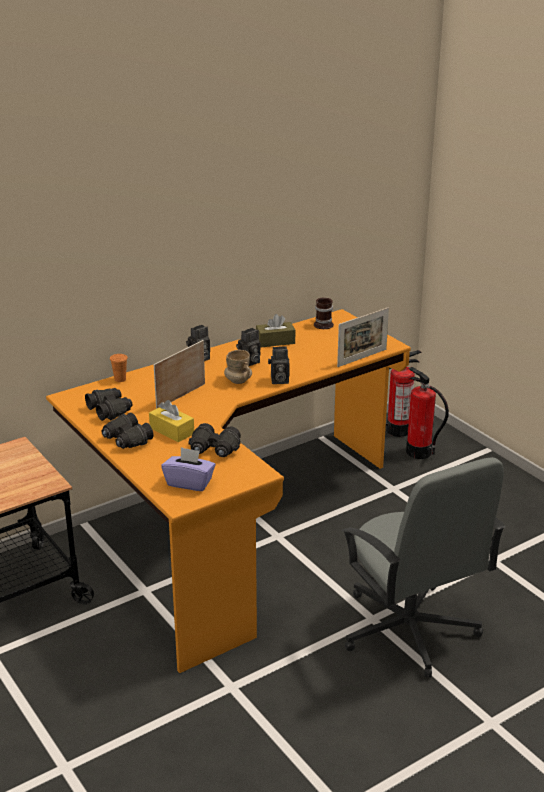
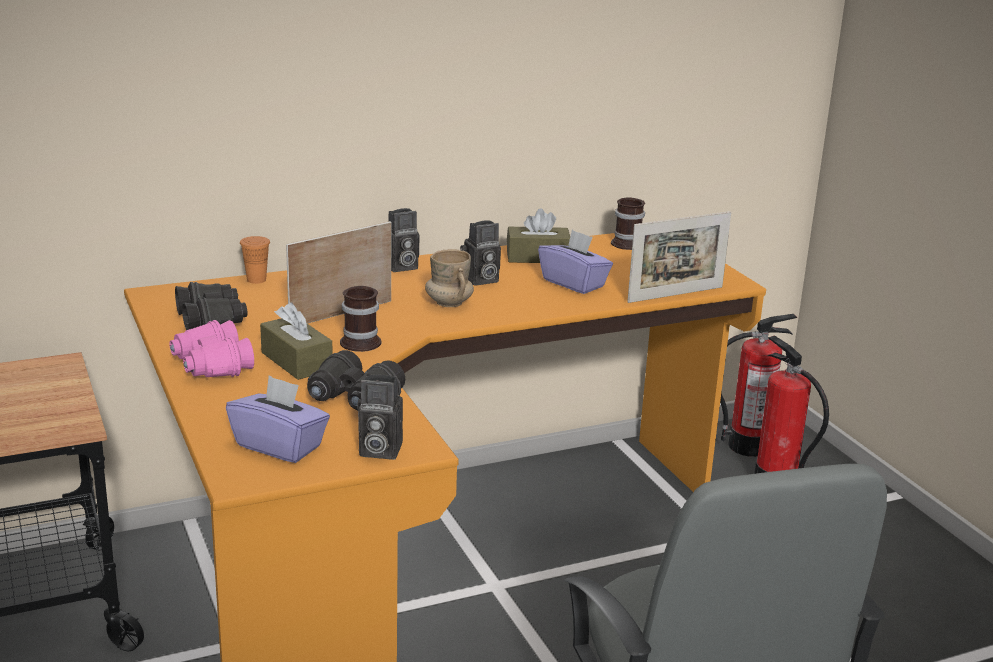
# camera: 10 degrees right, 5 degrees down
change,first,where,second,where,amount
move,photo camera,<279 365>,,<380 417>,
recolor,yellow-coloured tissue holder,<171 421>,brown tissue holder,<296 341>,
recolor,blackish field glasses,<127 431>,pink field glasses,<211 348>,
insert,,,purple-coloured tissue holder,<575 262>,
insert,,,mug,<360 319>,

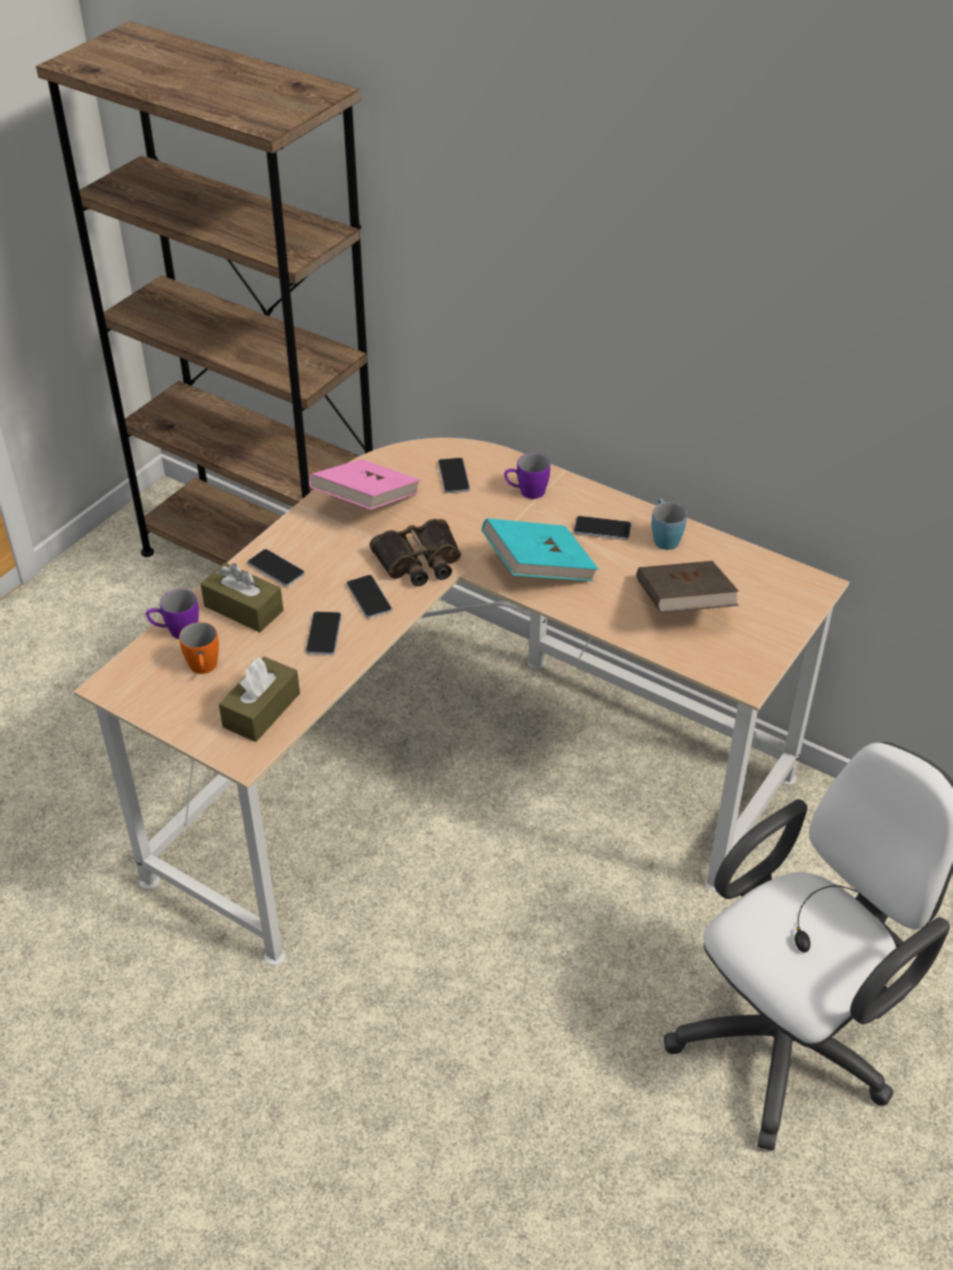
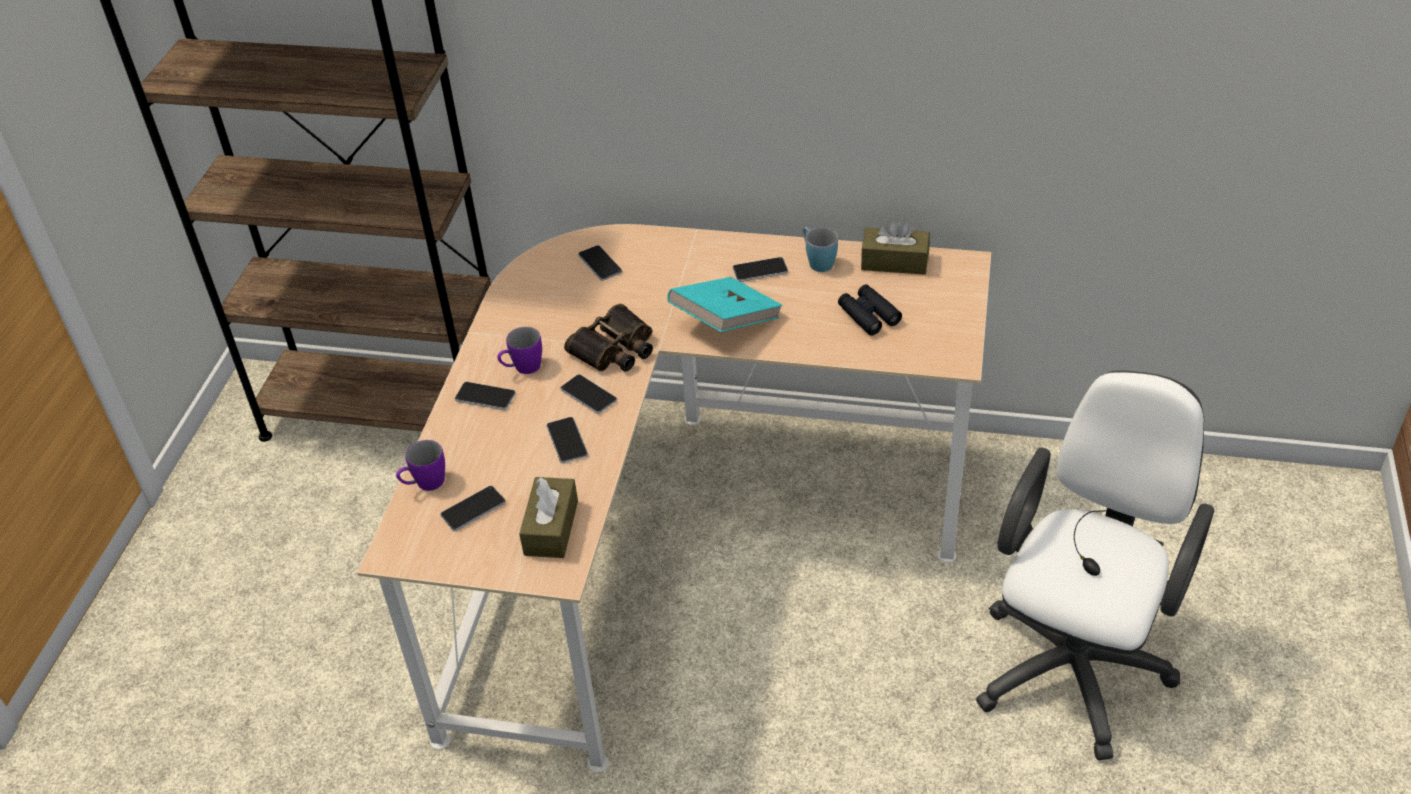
# camera: 20 degrees left, 0 degrees up
change,first,where,second,where,amount
move,purple-coloured mug,<527 476>,,<519 350>,
delete,pink volume,<364 484>,,,
replace,brown volume,<687 587>,blackish field glasses,<870 310>,
move,brown tissue holder,<242 597>,,<895 247>,
replace,orange mug,<199 648>,telephone,<473 508>,

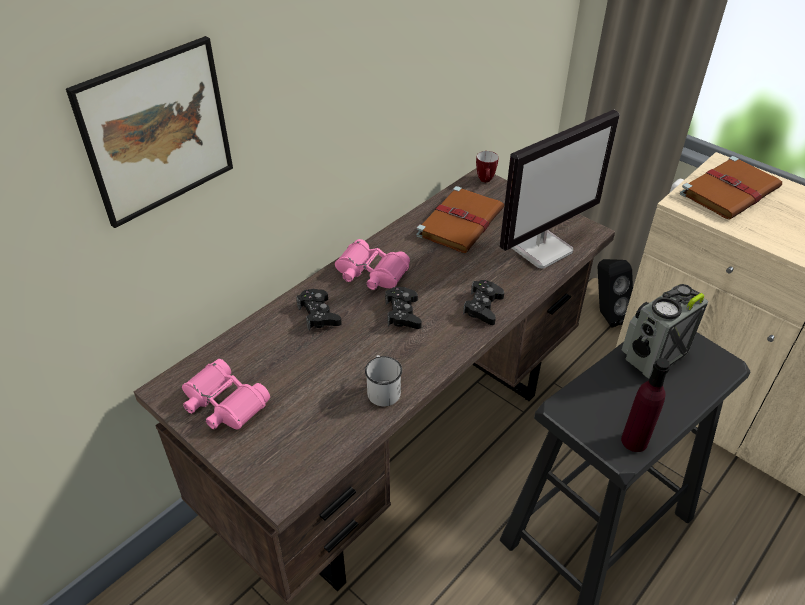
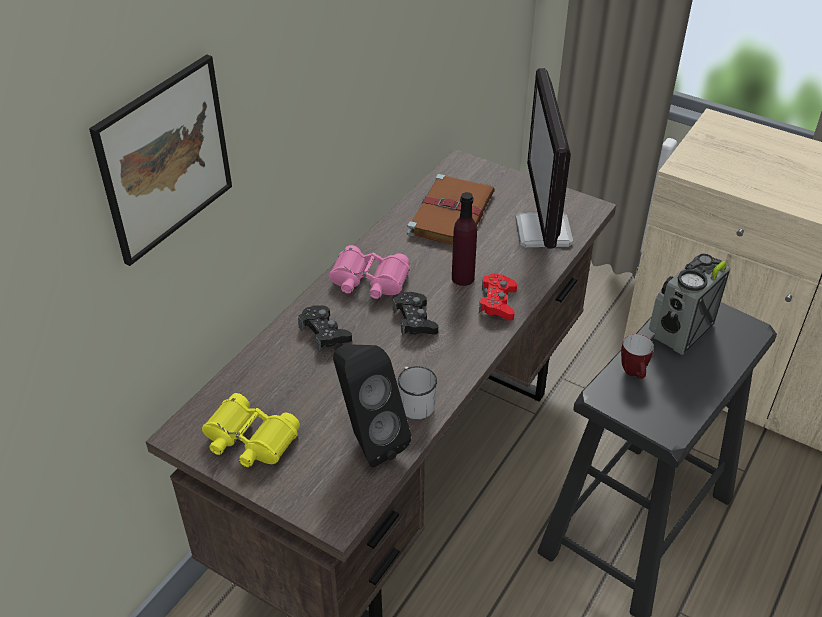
# camera: 10 degrees left, 0 degrees up
change,first,where,second,where,amount
rotate,monitor,<560 189>,,<544 158>,135 degrees clockwise
move,mug,<487 166>,,<637 356>,
delete,brown volume,<731 188>,,,
move,blackish audio speaker,<615 293>,,<372 405>,
recolor,blackish joypad,<483 302>,reddish joypad,<498 297>,
move,purple-coloured drink bottle,<645 405>,,<464 239>,
recolor,pink field glasses,<226 394>,yellow-coloured field glasses,<251 430>,

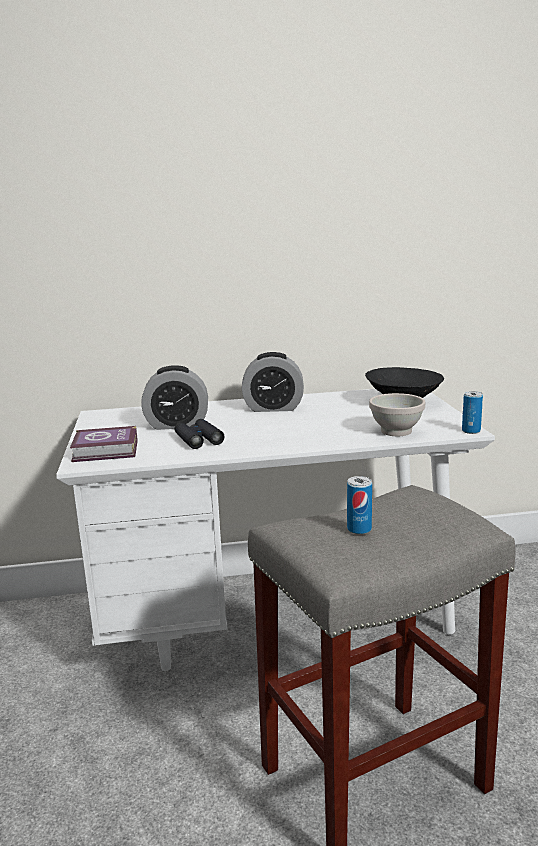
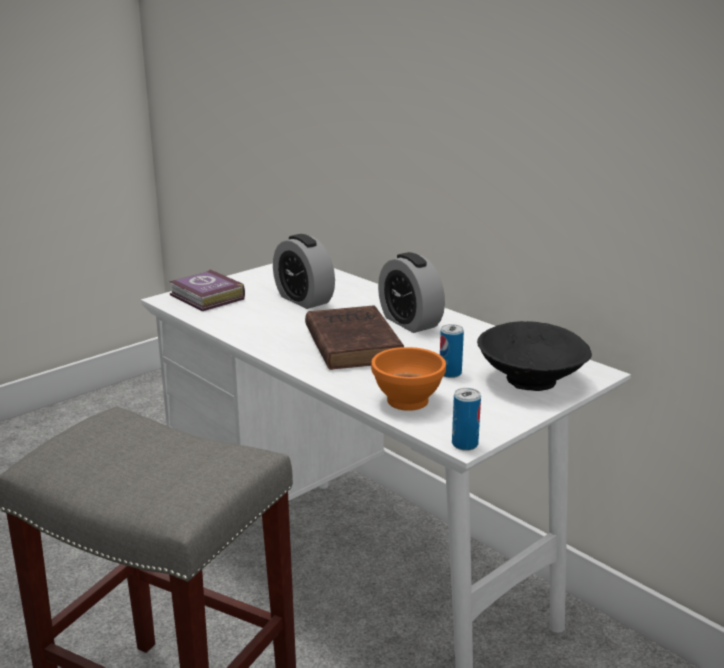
# camera: 55 degrees right, 5 degrees up
change,first,where,second,where,amount
recolor,white serving bowl,<397 414>,orange serving bowl,<408 379>,
delete,blackish field glasses,<199 434>,,,
move,can,<359 505>,,<452 351>,
insert,,,brown volume,<354 338>,

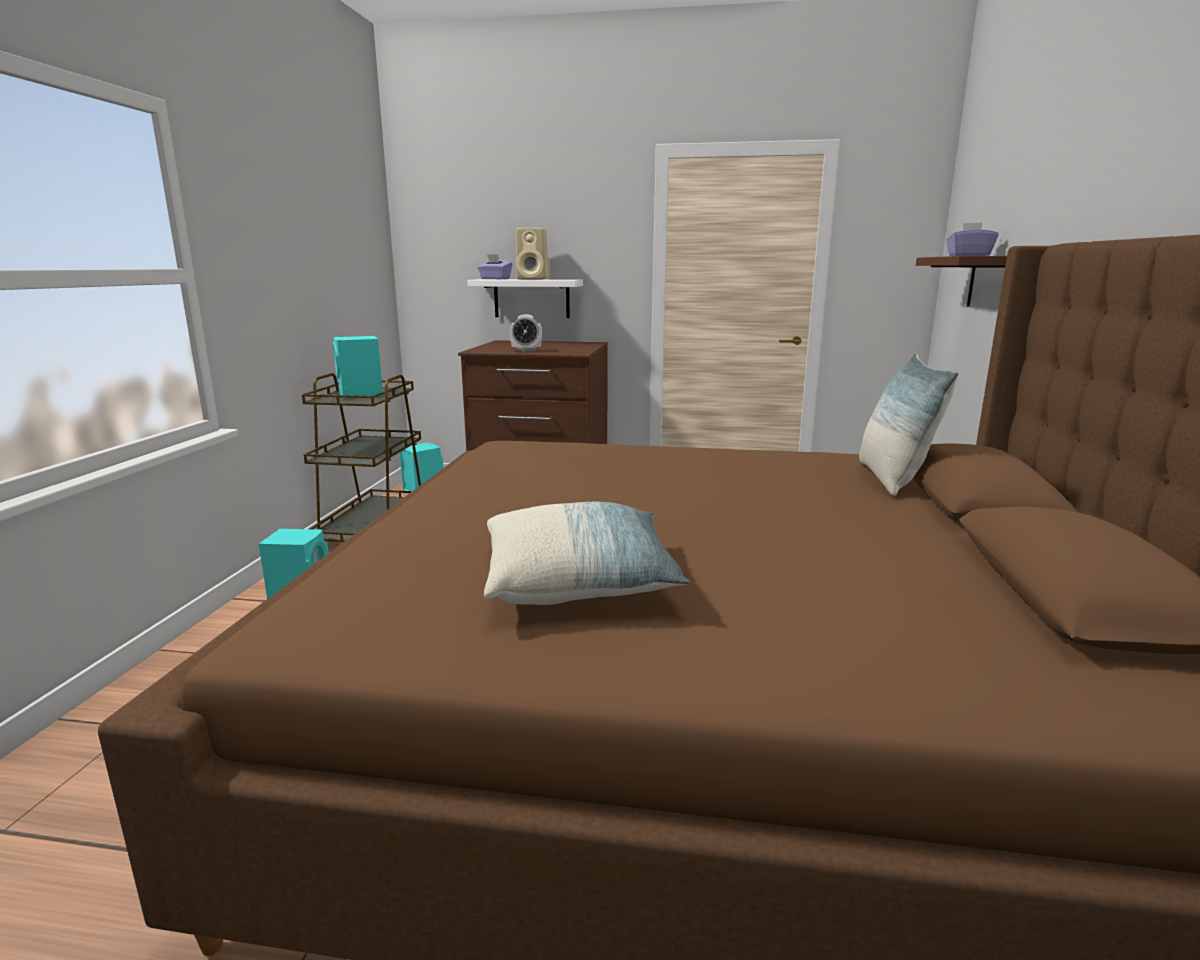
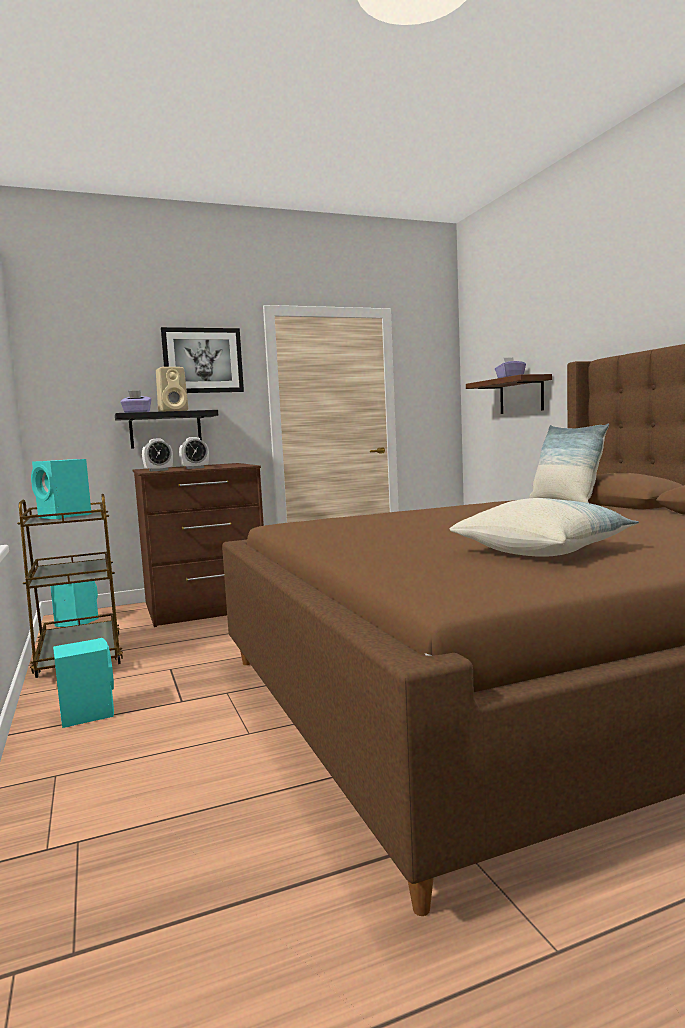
# camera: 30 degrees left, 10 degrees down
change,first,where,second,where,amount
recolor,white bracket shelf,<525 298>,blackish bracket shelf,<166 429>,
insert,,,picture,<202 360>,
insert,,,bedside clock,<157 455>,

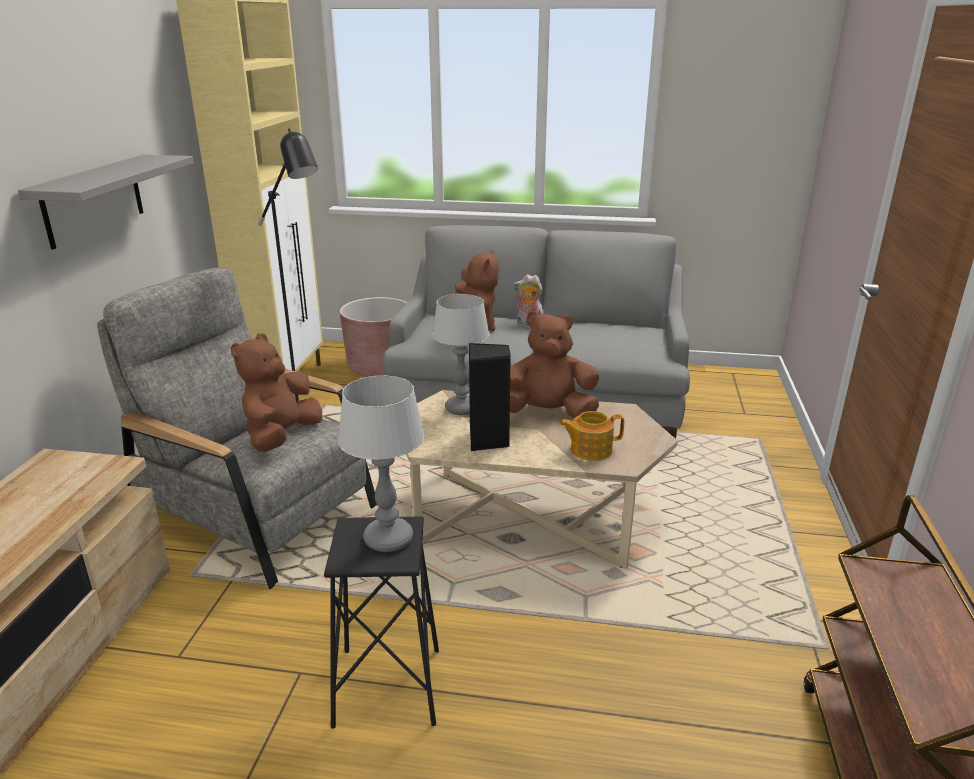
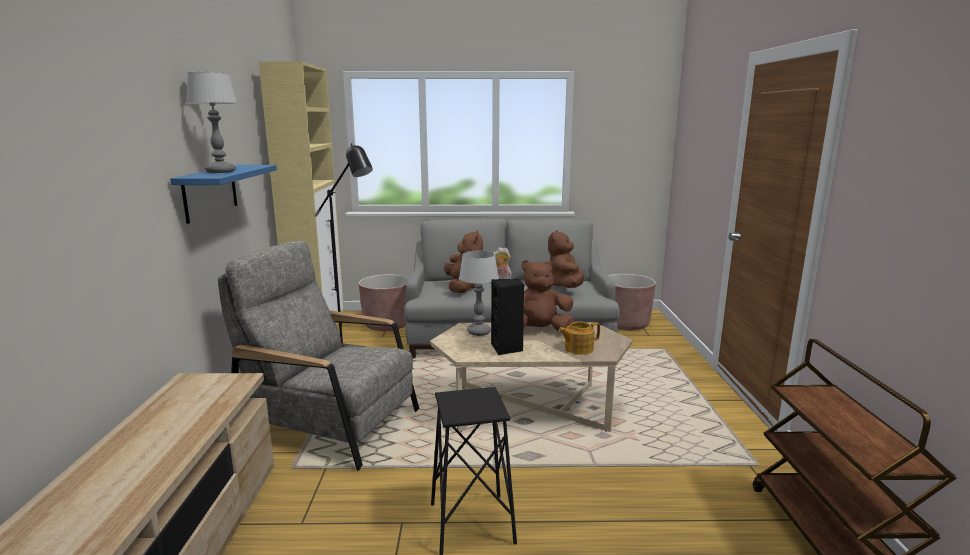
# camera: 10 degrees left, 10 degrees down
change,first,where,second,where,amount
recolor,grey bracket shelf,<106 202>,blue bracket shelf,<223 194>,
move,brown soft toy,<276 392>,,<566 259>,
move,tabletop lamp,<381 463>,,<211 122>,
insert,,,brown plant pot,<632 302>,

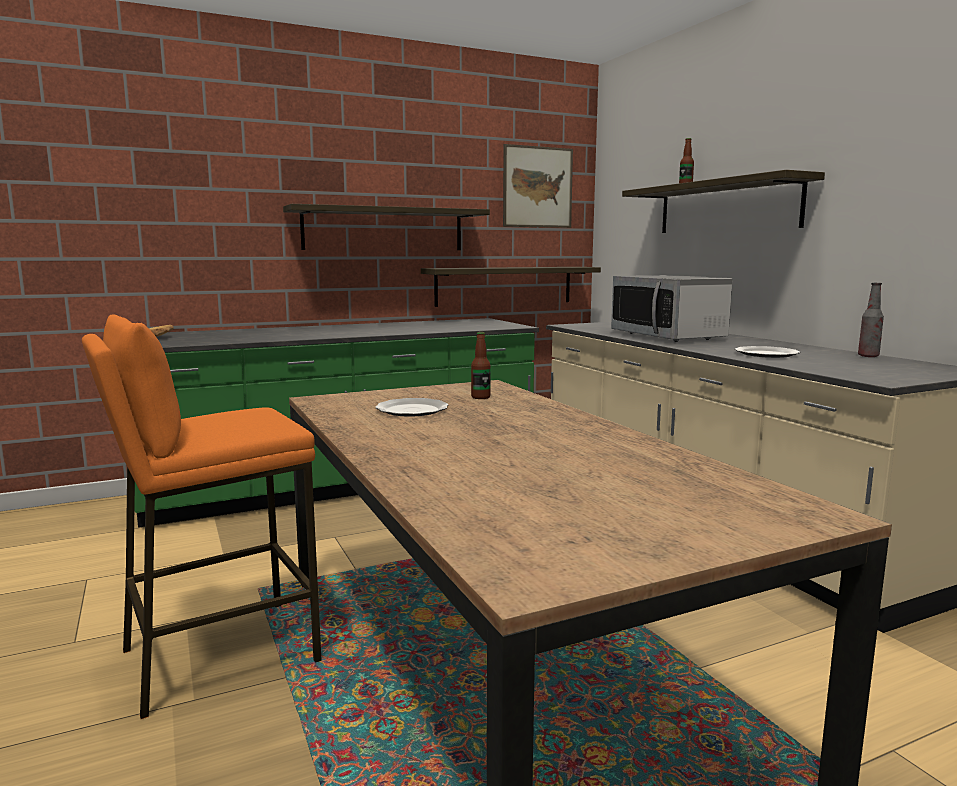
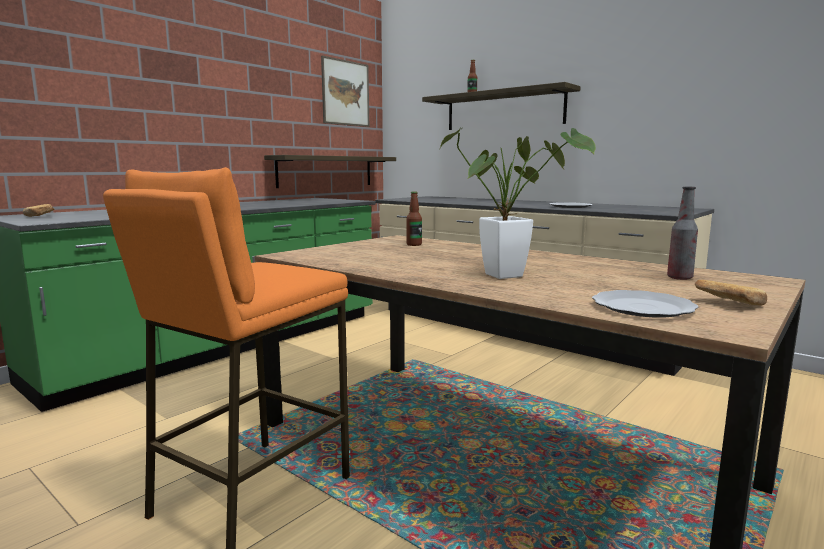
# camera: 25 degrees left, 0 degrees up
change,first,where,second,where,amount
delete,bracket shelf,<386 227>,,,
delete,kitchen microwave,<672 308>,,,
move,drink bottle,<871 320>,,<682 233>,
move,plate,<412 407>,,<645 303>,
insert,,,plant in a pot,<518 202>,
insert,,,bread,<731 293>,

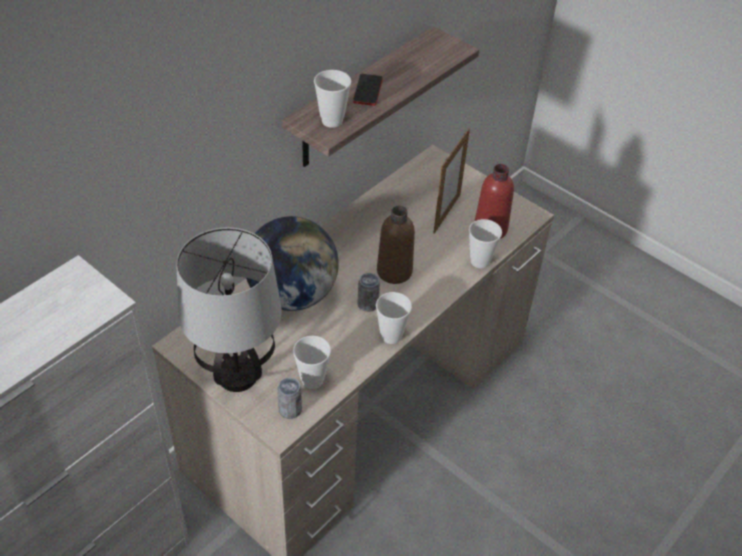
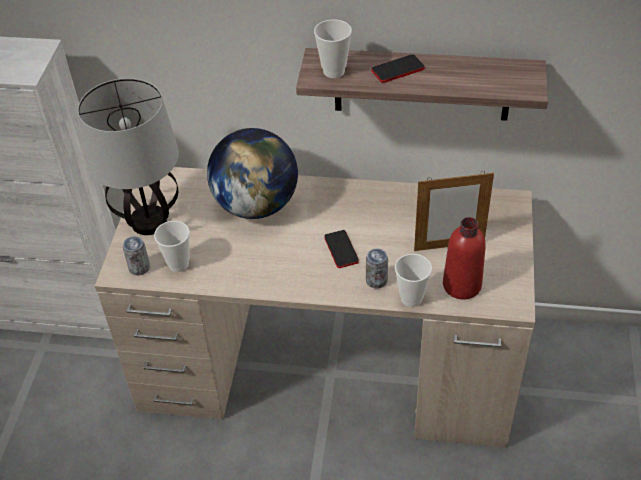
# camera: 60 degrees right, 0 degrees up
change,first,where,second,where,amount
replace,brown drink bottle,<396 245>,telephone,<341 249>,
move,can,<369 292>,,<377 268>,
delete,small cup,<394 318>,,,

